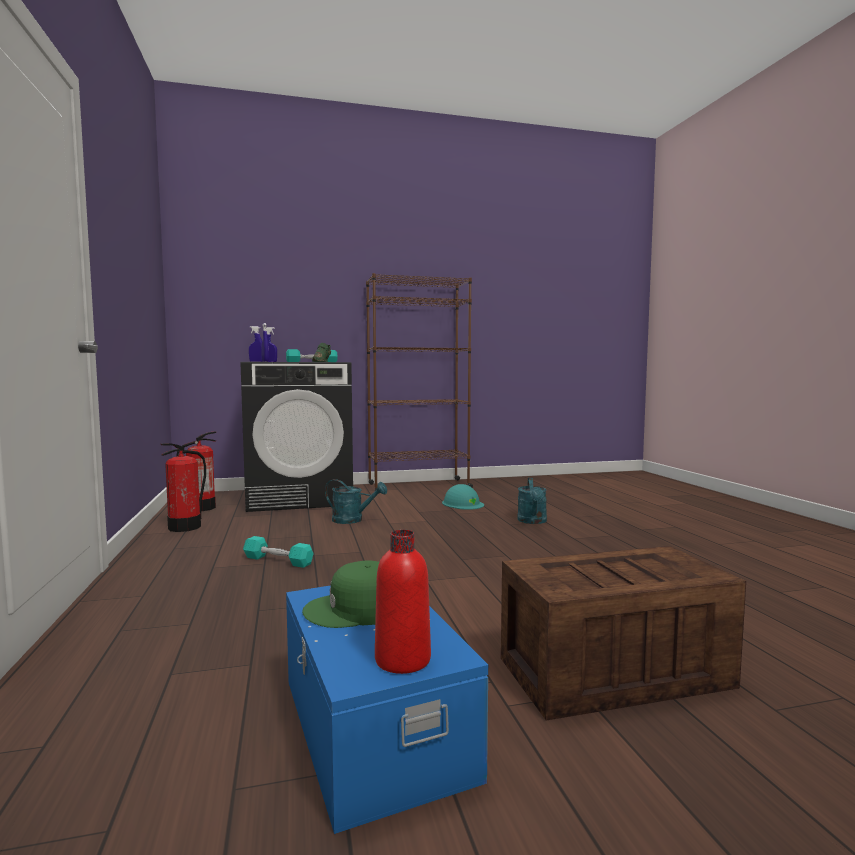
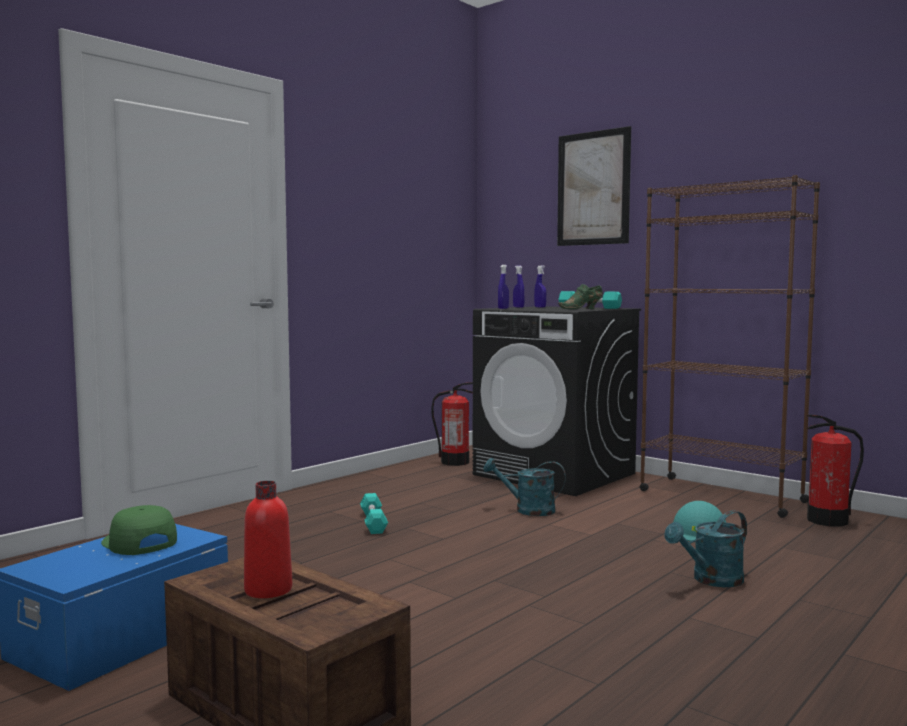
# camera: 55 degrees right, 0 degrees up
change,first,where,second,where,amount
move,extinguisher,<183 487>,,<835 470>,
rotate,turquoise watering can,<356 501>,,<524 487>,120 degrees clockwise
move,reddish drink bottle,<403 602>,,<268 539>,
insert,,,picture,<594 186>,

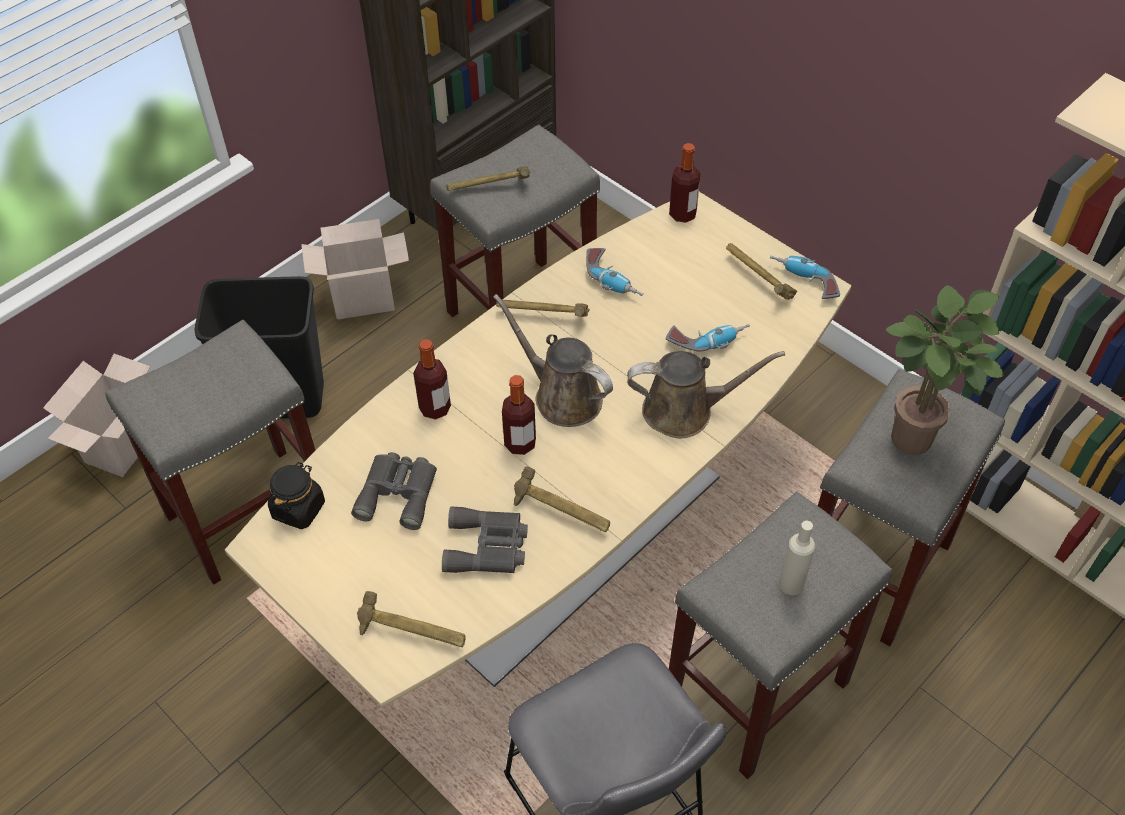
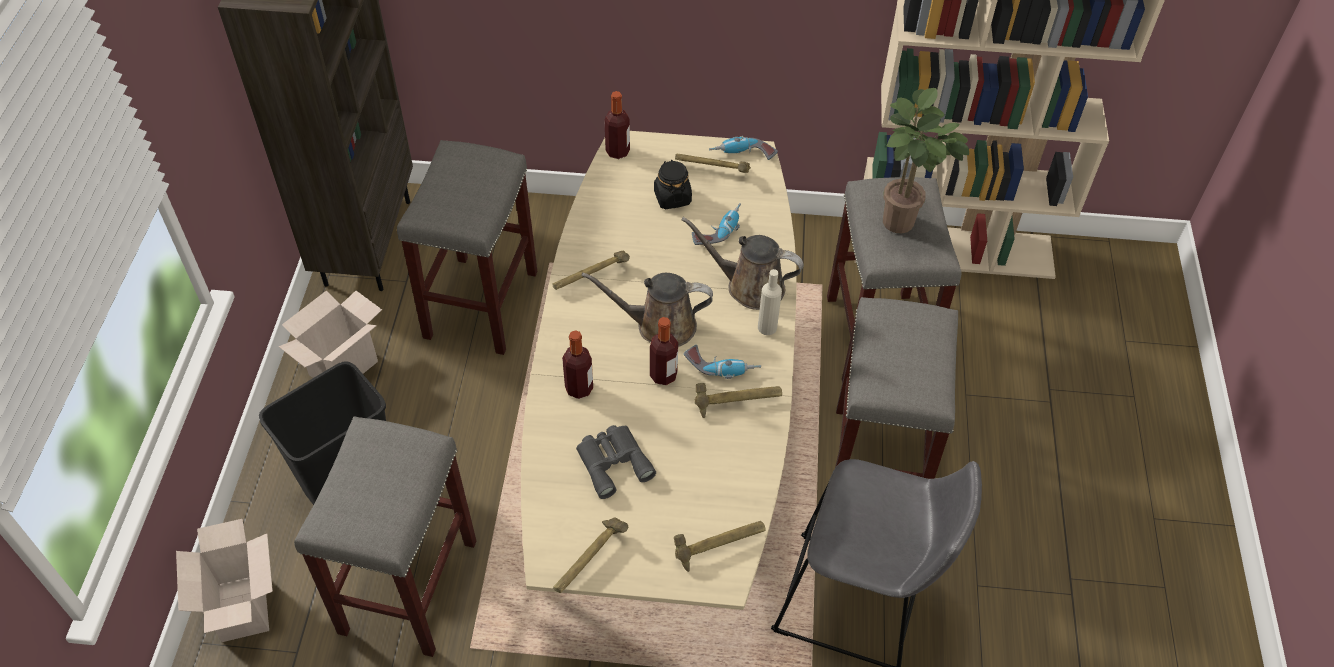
# camera: 40 degrees left, 0 degrees up
change,first,where,second,where,amount
move,hand hammer,<488 179>,,<590 555>,
move,drill,<614 272>,,<722 362>,
rotate,brown watering can,<706 394>,,<742 263>,120 degrees counterclockwise
move,blackish jar,<296 495>,,<673 184>,
delete,grey field glasses,<485 540>,,,
move,beige-coloured drink bottle,<797 558>,,<770 302>,

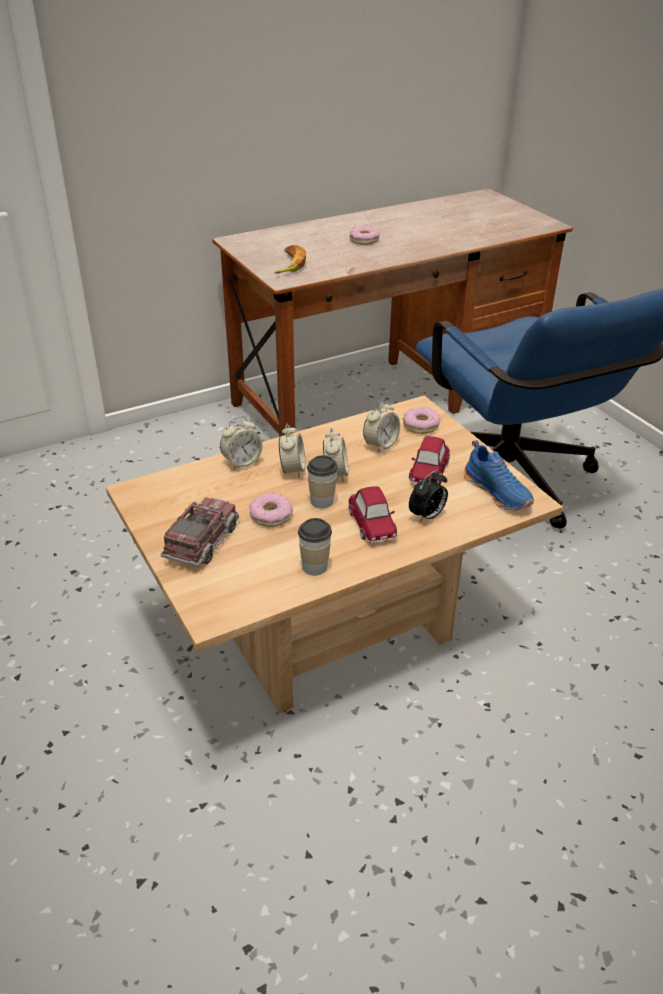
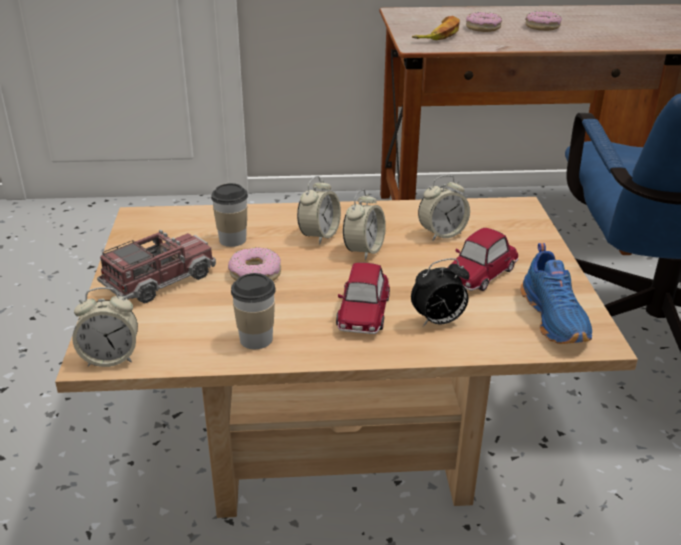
# camera: 25 degrees right, 5 degrees down
change,first,where,second,where,amount
move,doughnut,<421 420>,,<484 22>,
move,bedside clock,<241 442>,,<105 327>,
move,small cup,<322 482>,,<229 215>,

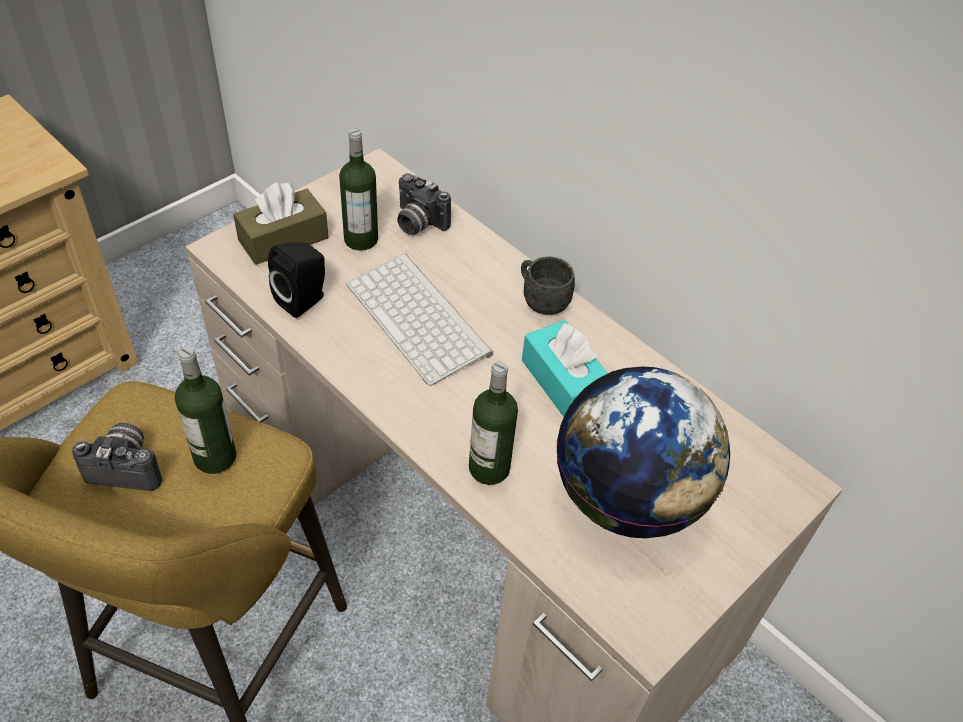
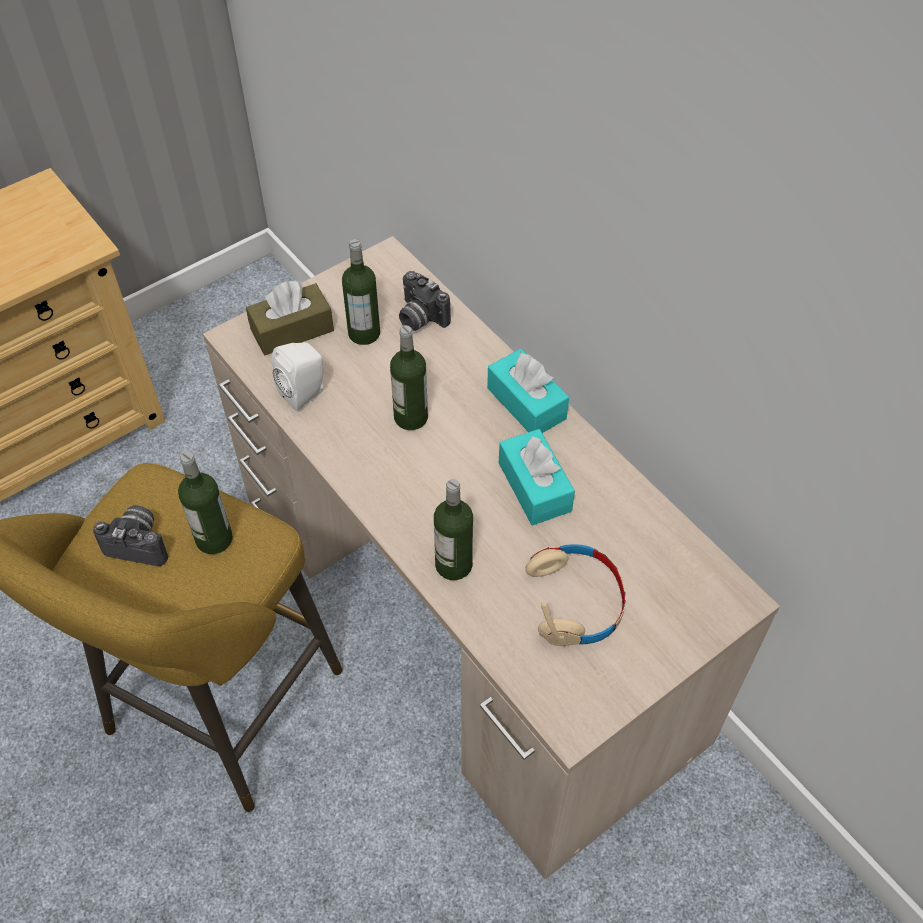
# camera: 10 degrees right, 5 degrees up
change,first,where,second,where,amount
recolor,blackish audio speaker,<296 280>,white audio speaker,<298 377>,
replace,PC keyboard,<420 319>,drink bottle,<409 377>,
replace,grey mug,<548 286>,turquoise tissue holder,<528 391>,
replace,globe,<643 452>,beige-coloured headphones,<575 595>,

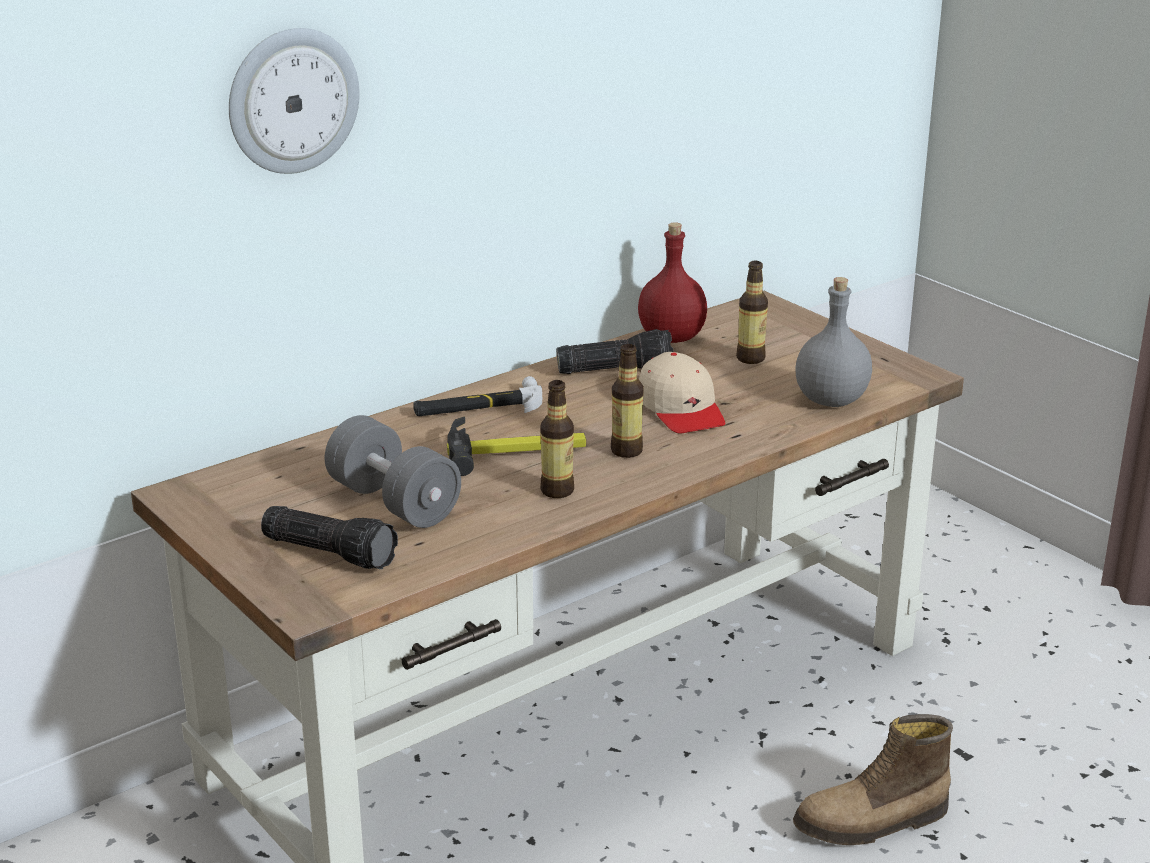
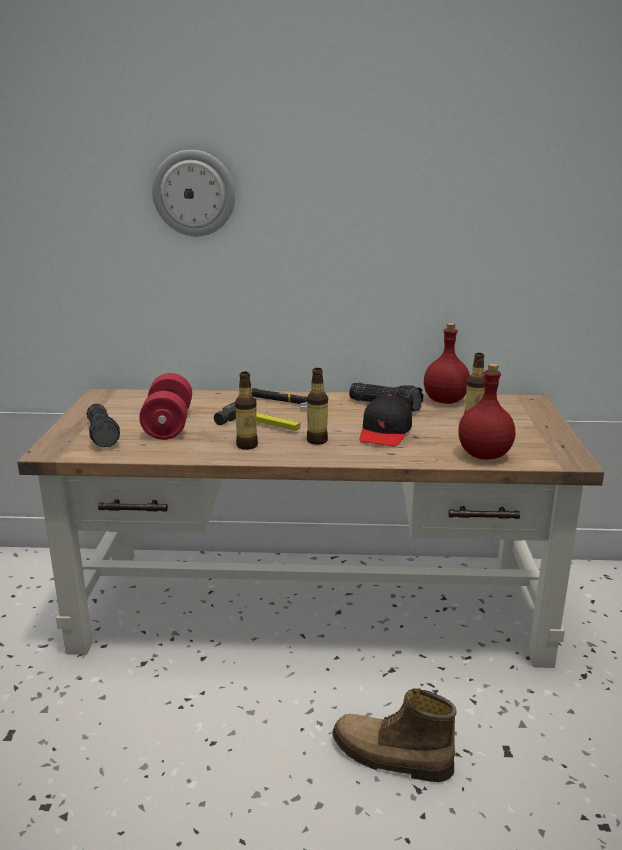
# camera: 40 degrees right, 5 degrees down
change,first,where,second,where,amount
recolor,grey drink bottle,<834 342>,reddish drink bottle,<486 411>,
recolor,beige-coloured baseball cap,<682 393>,blackish baseball cap,<386 420>,
recolor,grey dumbbell,<393 471>,reddish dumbbell,<165 406>,

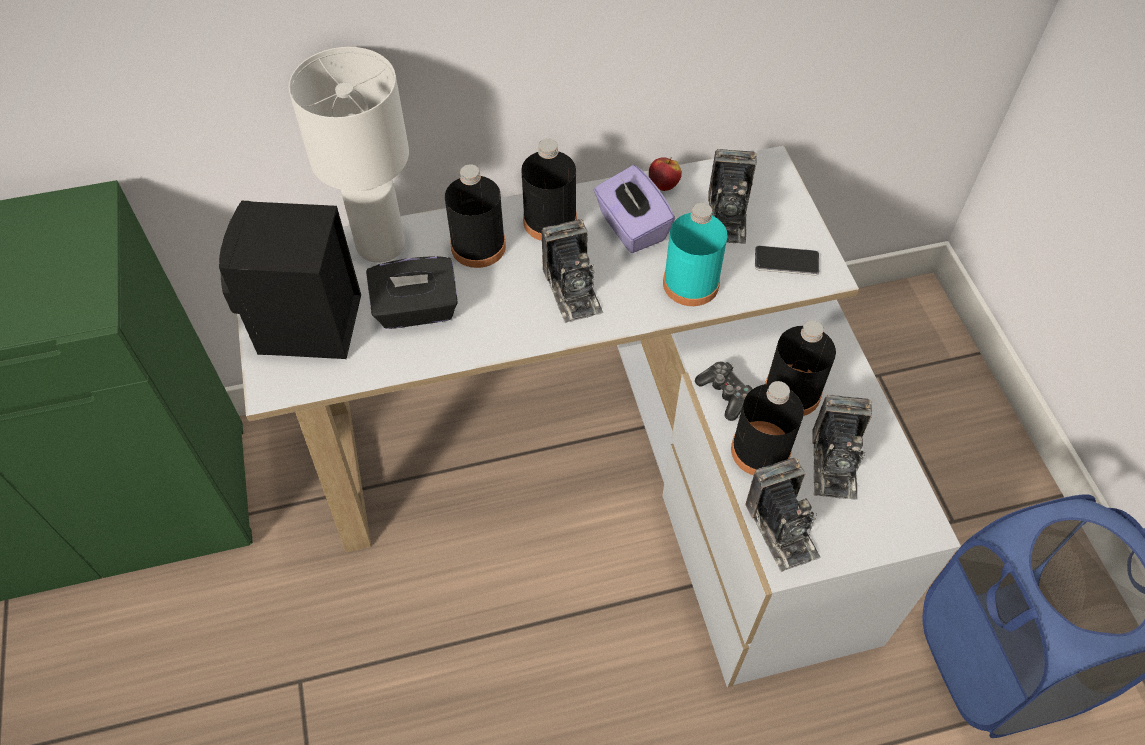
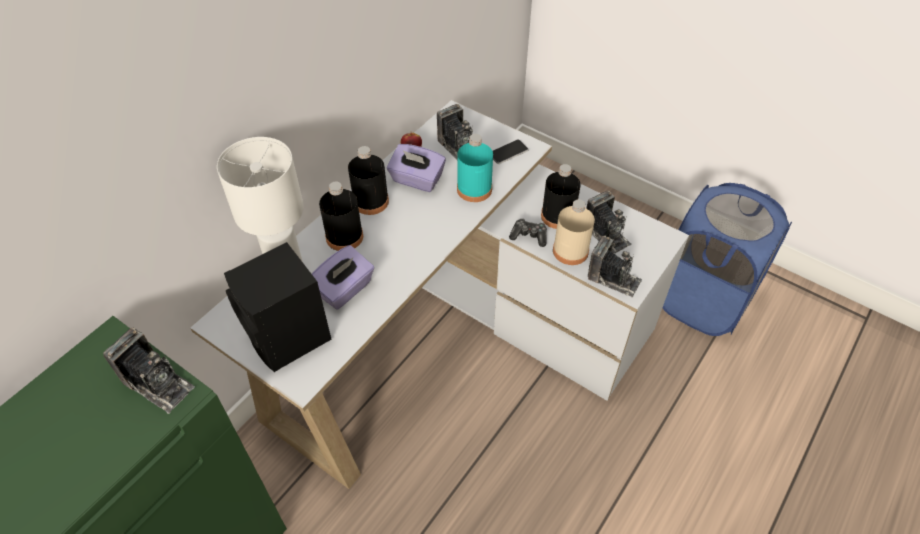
# camera: 40 degrees left, 5 degrees down
change,first,where,second,where,amount
move,photo camera,<572 271>,,<149 370>,
recolor,blackish tissue holder,<412 292>,purple-coloured tissue holder,<343 277>,
recolor,blackish drink bottle,<767 428>,beige-coloured drink bottle,<574 232>,

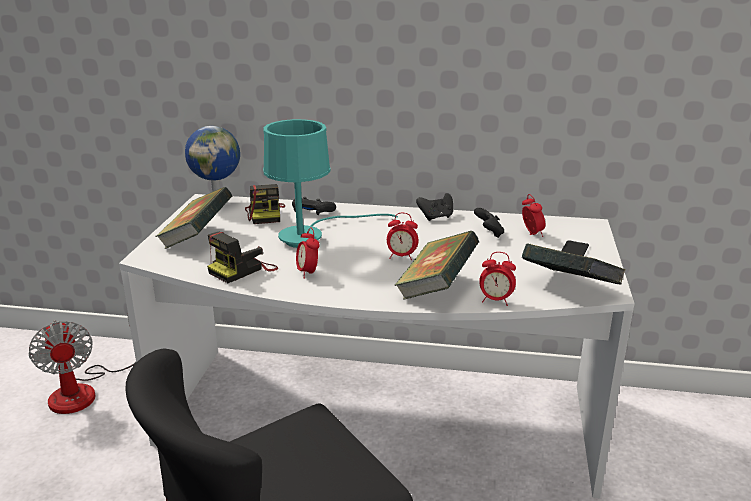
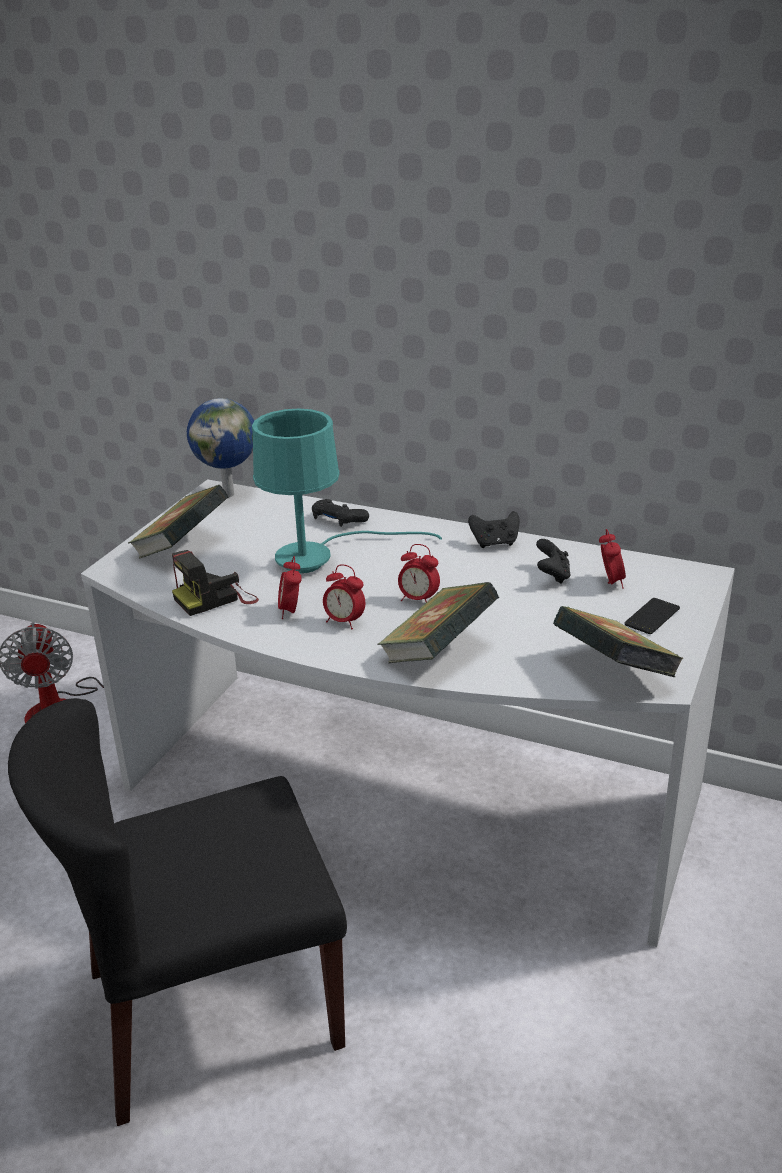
# camera: 15 degrees right, 5 degrees up
change,first,where,second,where,amount
delete,photo camera,<265 204>,,,
move,bedside clock,<497 279>,,<344 596>,

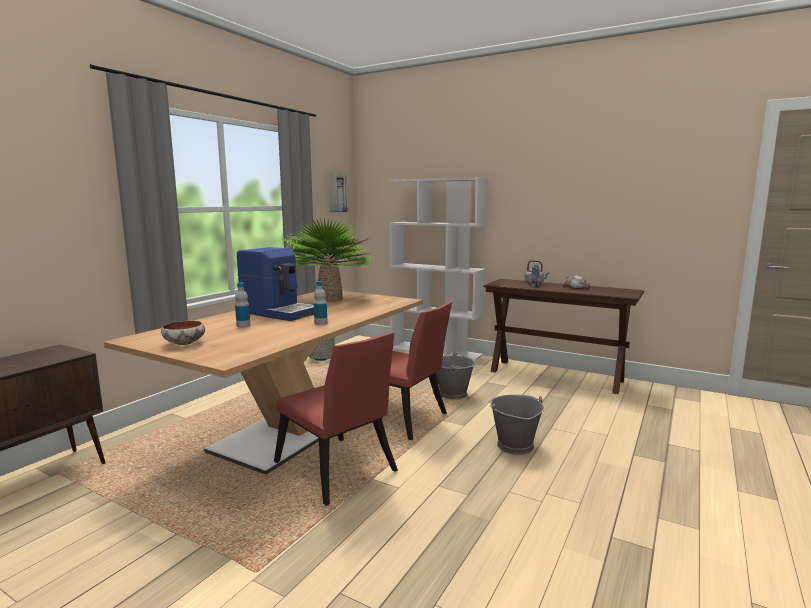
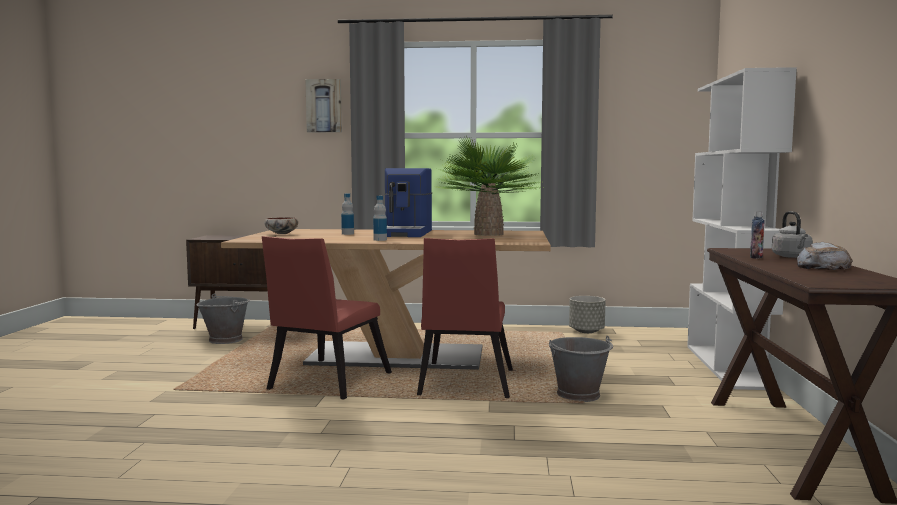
# camera: 65 degrees right, 5 degrees down
change,first,where,second,where,amount
move,picture,<339 192>,,<323 105>,
move,grey water bucket,<516 425>,,<223 319>,

